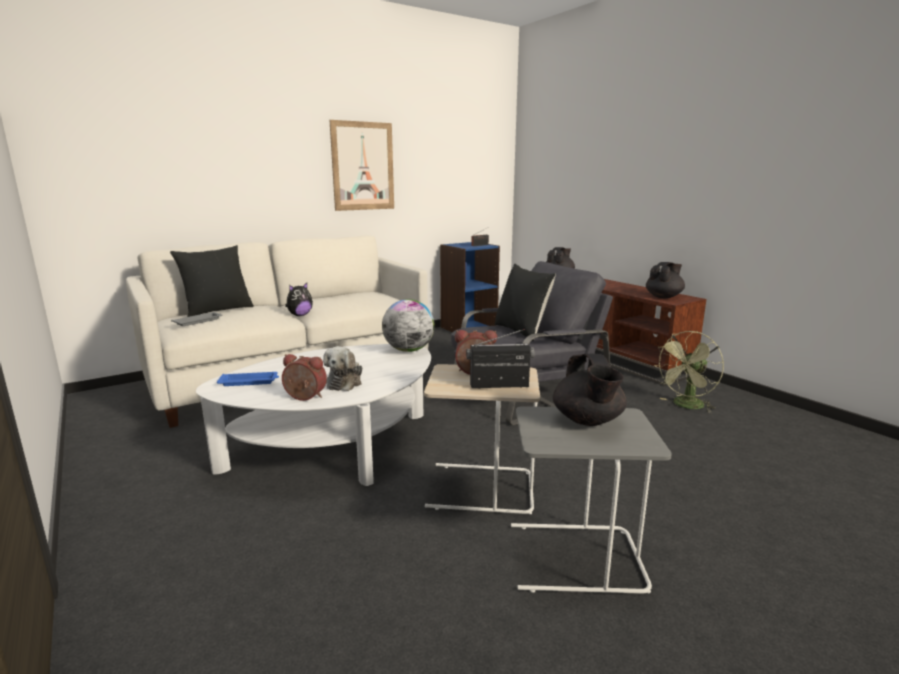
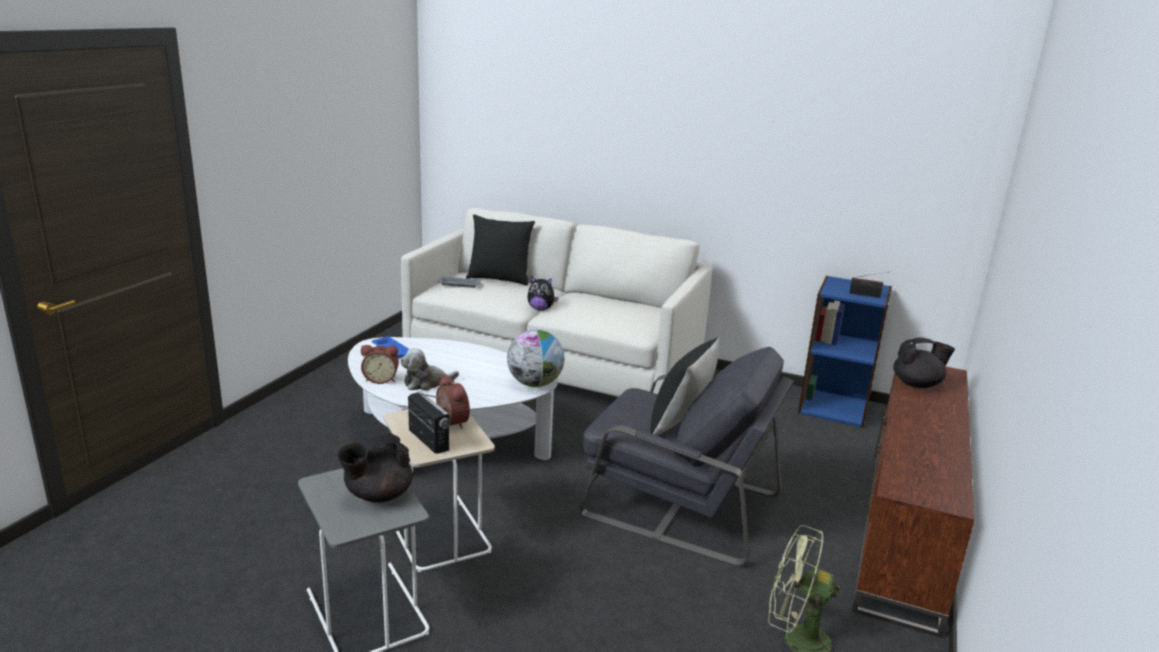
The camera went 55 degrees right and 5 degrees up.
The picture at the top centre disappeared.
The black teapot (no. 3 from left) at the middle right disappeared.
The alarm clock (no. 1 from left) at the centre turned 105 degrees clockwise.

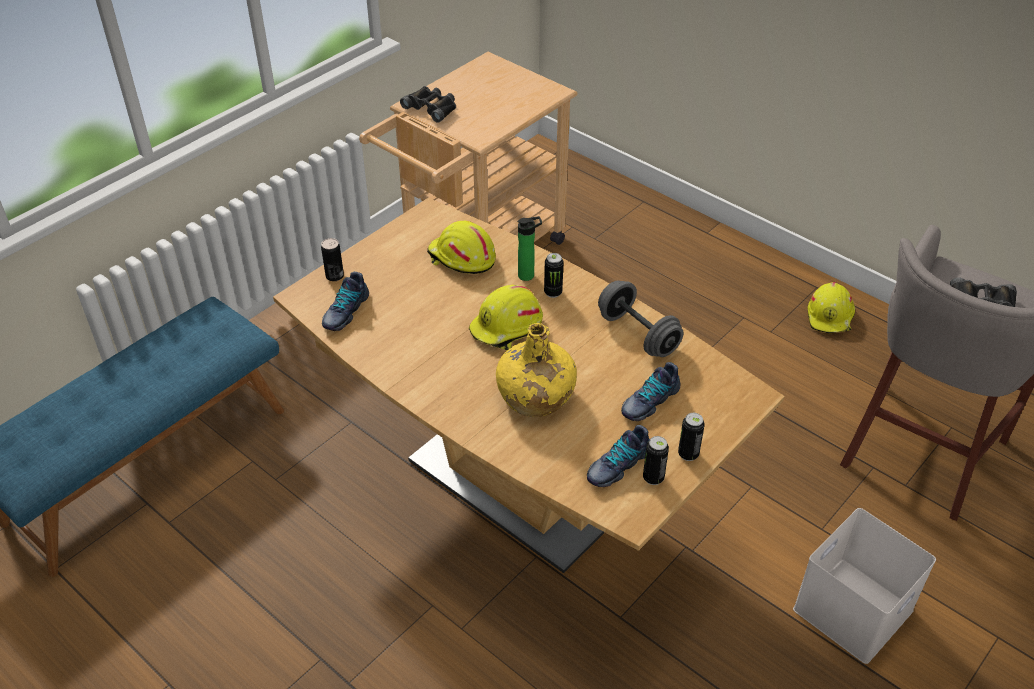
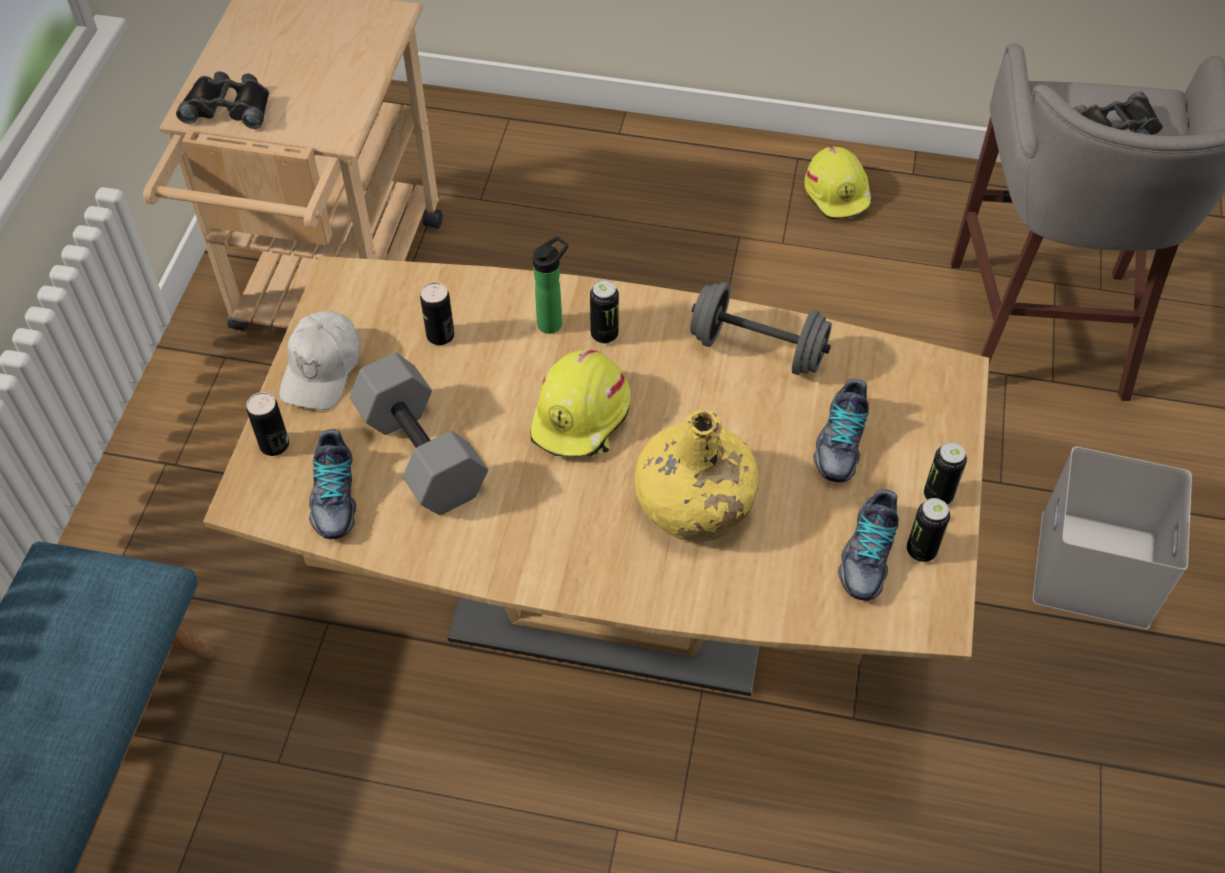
The camera went 30 degrees left and 10 degrees up.
The white cap at the middle left appeared.
The grey dumbbell (no. 1 from left) at the centre appeared.
The yellow hard hat (no. 1 from left) at the centre was replaced by the can (no. 2 from left) at the centre.

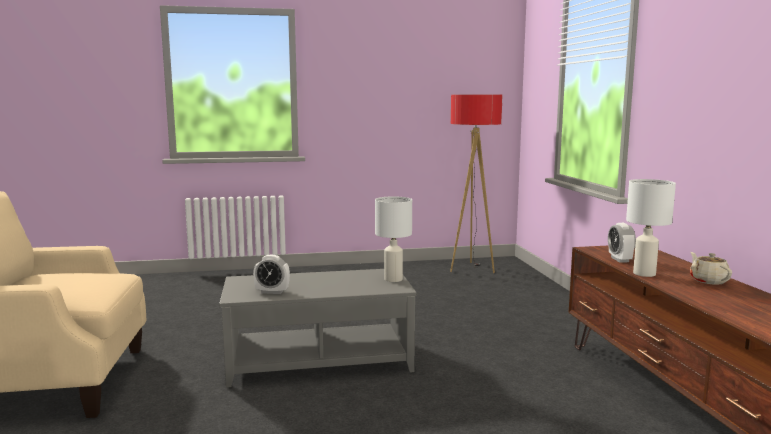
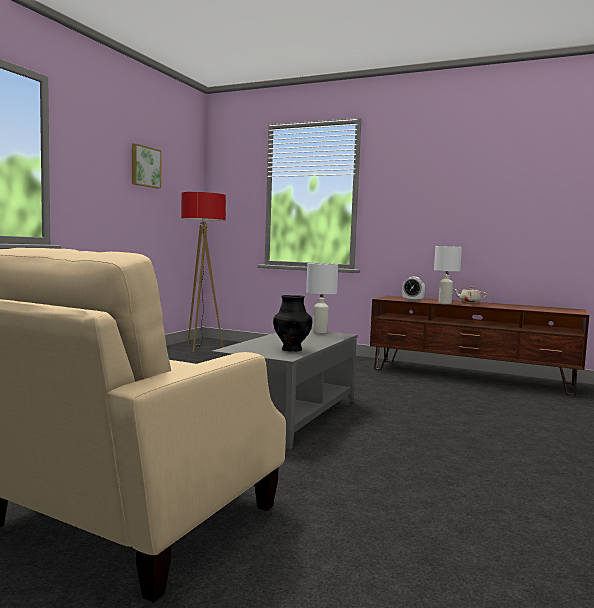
The camera went 55 degrees left and 5 degrees down.
The picture at the top left appeared.
The alarm clock (no. 1 from left) at the centre was replaced by the black vase at the centre.

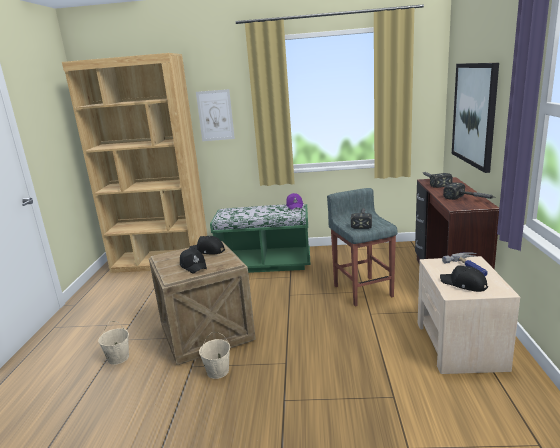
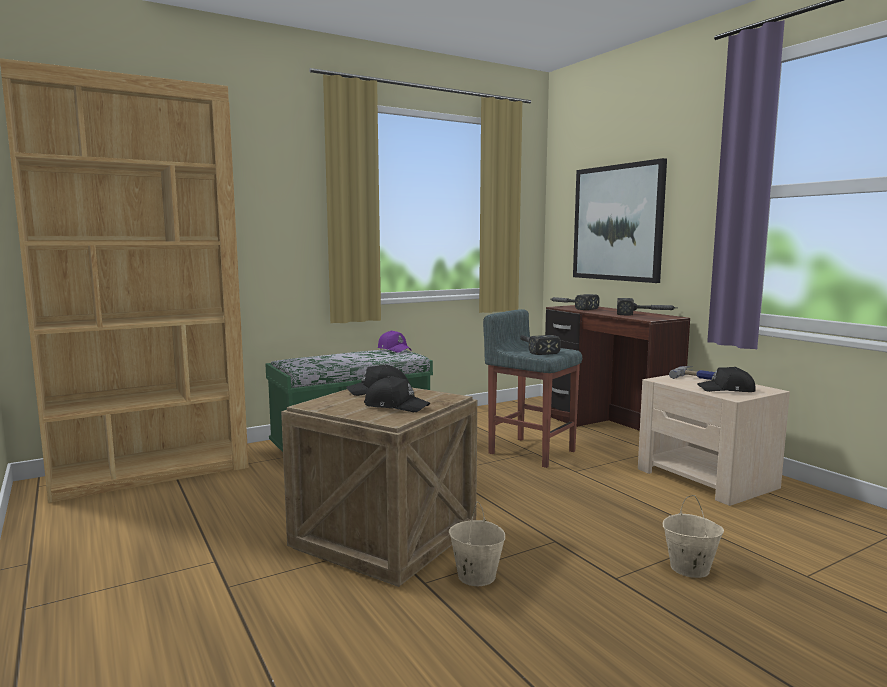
The camera went 35 degrees left and 10 degrees down.
The picture (no. 1 from left) at the top centre disappeared.
The beige bucket (no. 1 from left in the first image) moved from the bottom left to the bottom right.

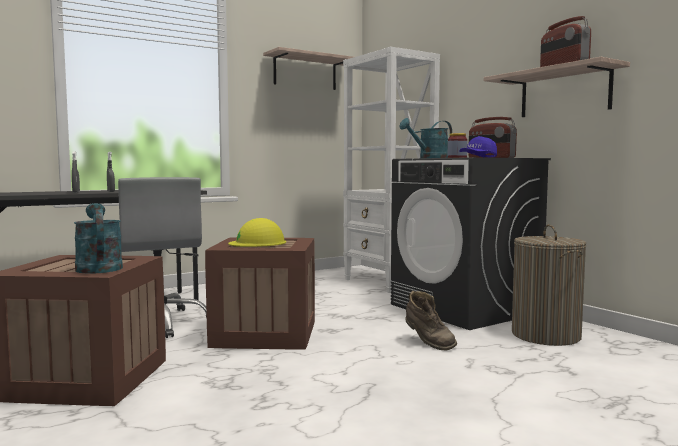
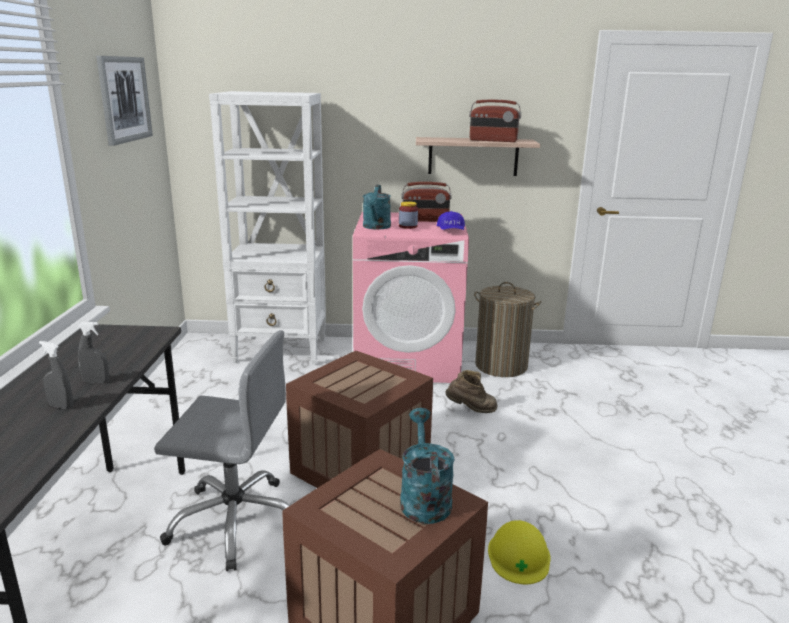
The camera went 55 degrees left and 15 degrees up.
The yellow hard hat moved from the centre to the bottom centre.
The shelf (no. 1 from left) at the top centre was replaced by the picture at the top left.
The black washing machine at the middle right became the pink washing machine at the centre.
The turquoise watering can (no. 1 from left in the first image) at the middle left turned 75 degrees clockwise.

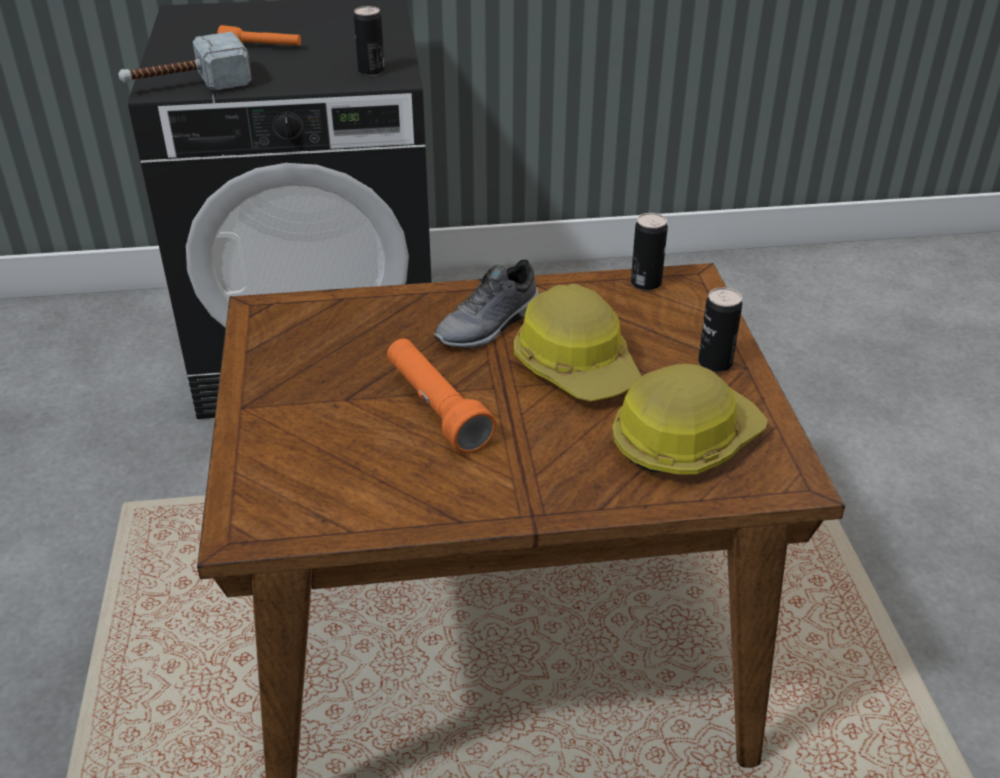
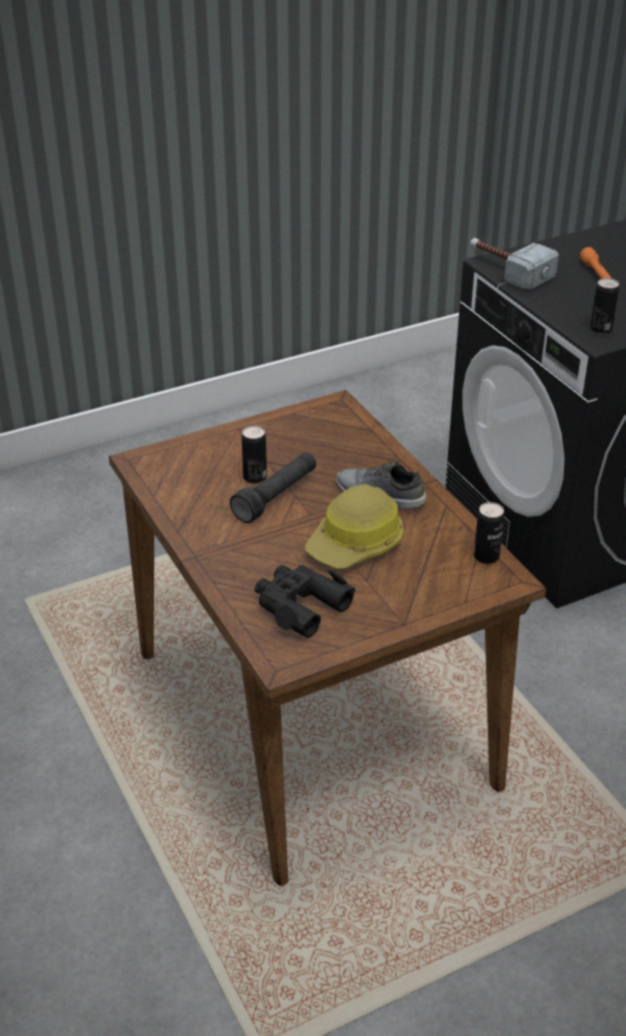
The camera went 70 degrees right and 0 degrees up.
The can (no. 3 from left in the first image) moved from the middle right to the centre.
The hard hat (no. 2 from left) at the middle right was replaced by the black binoculars at the centre.
The orange flashlight (no. 2 from left) at the centre became the black flashlight at the centre.

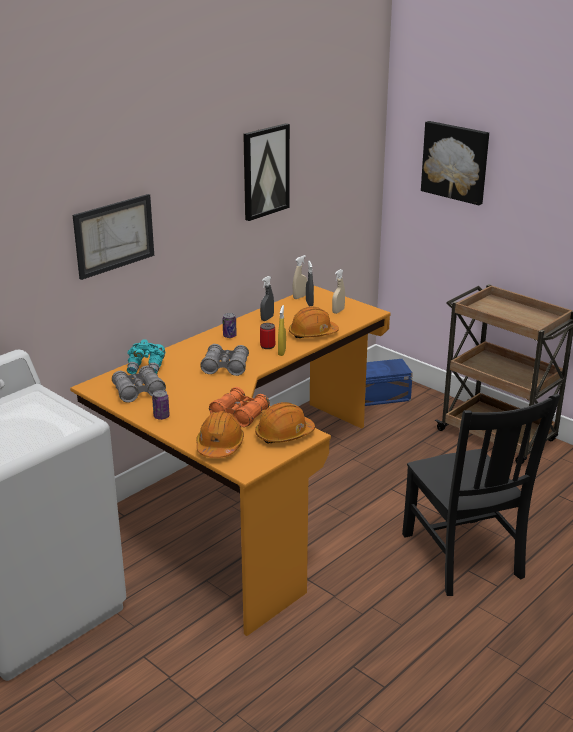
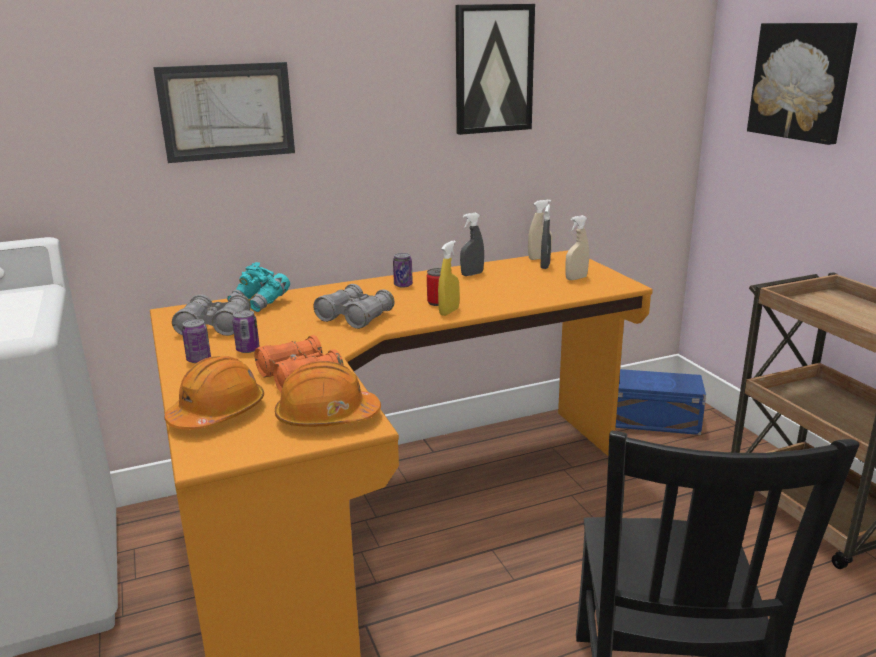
The camera went 25 degrees right and 5 degrees down.
The orange hard hat (no. 3 from left) at the centre disappeared.
The can (no. 2 from left) at the middle left appeared.

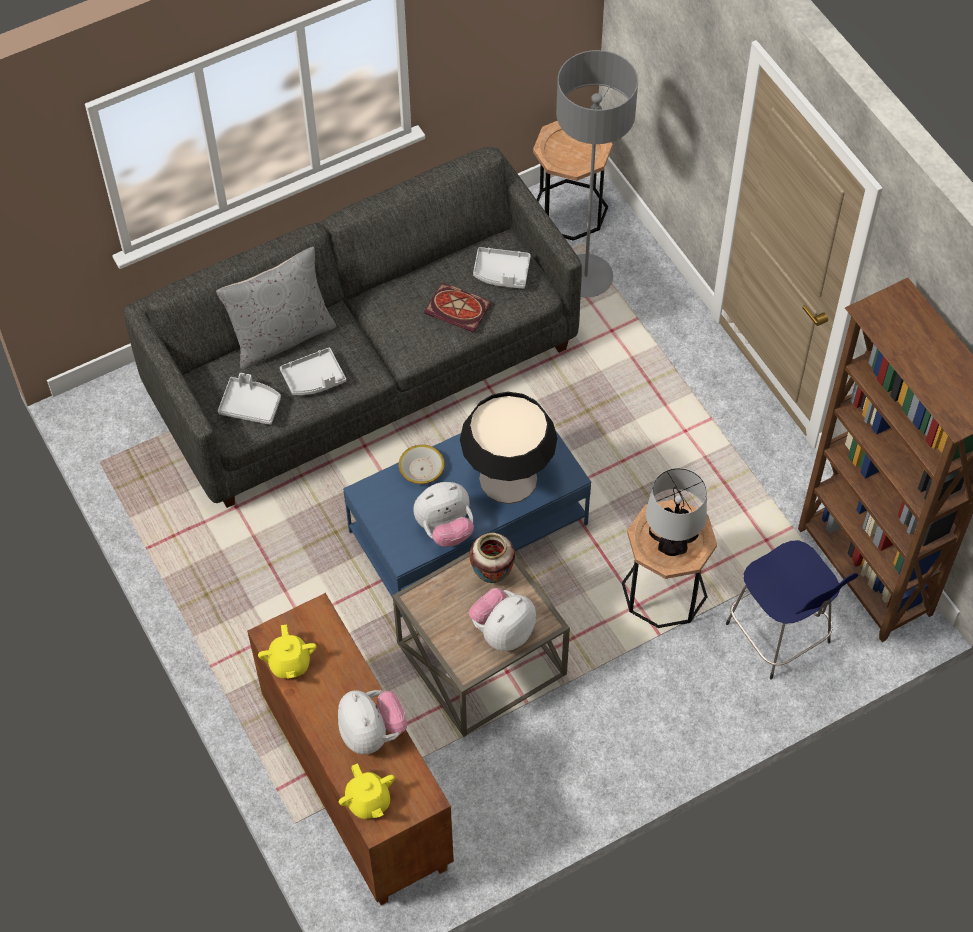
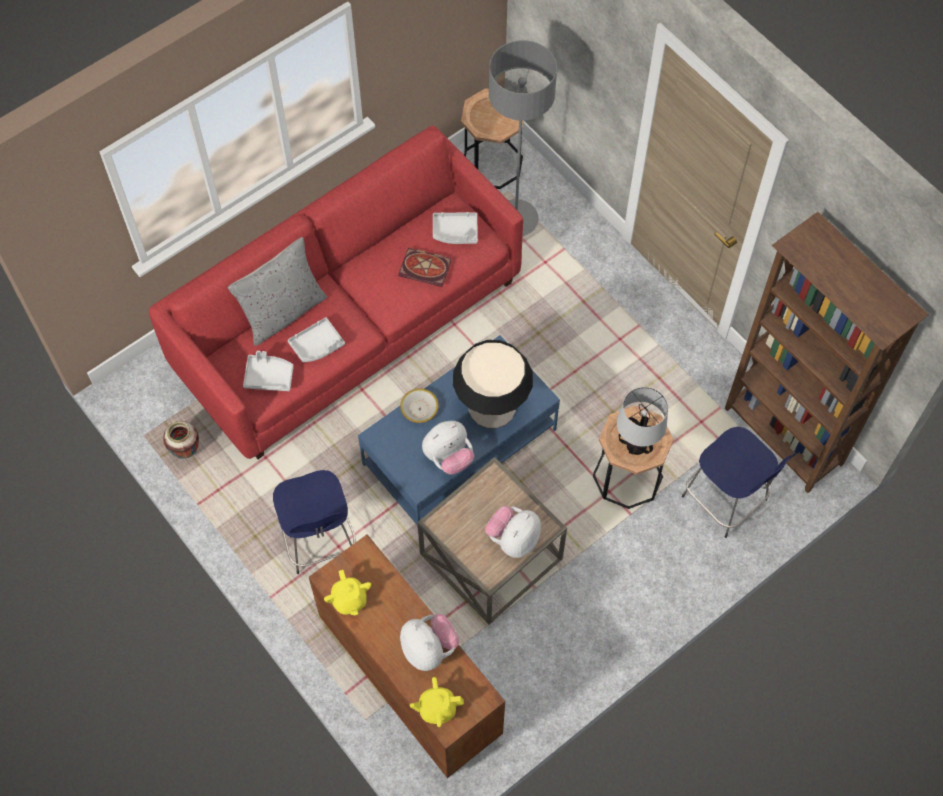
The camera went 10 degrees left and 5 degrees up.
The blue stool (no. 1 from left) at the middle left appeared.
The vase moved from the centre to the middle left.
The grey sofa at the centre became the red sofa at the centre.
The yellow teapot (no. 2 from left) at the bottom centre turned 120 degrees clockwise.

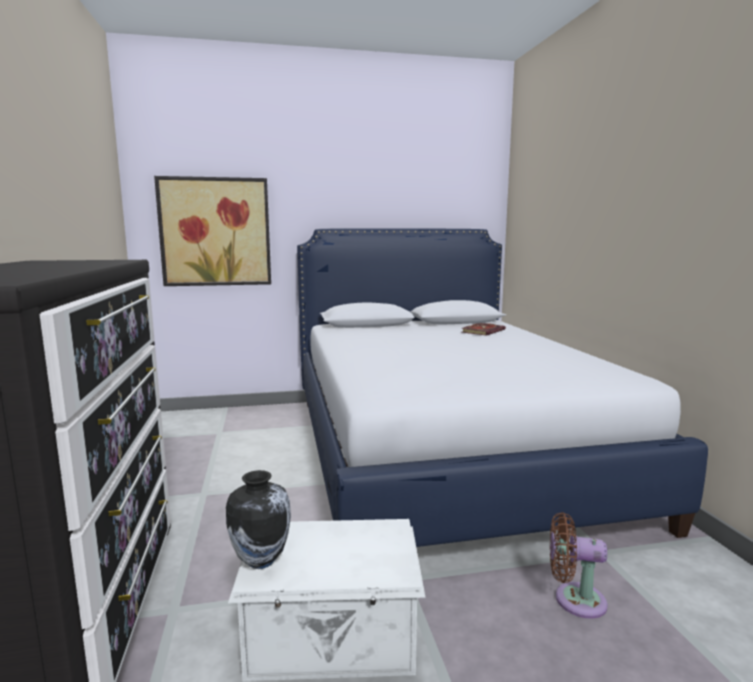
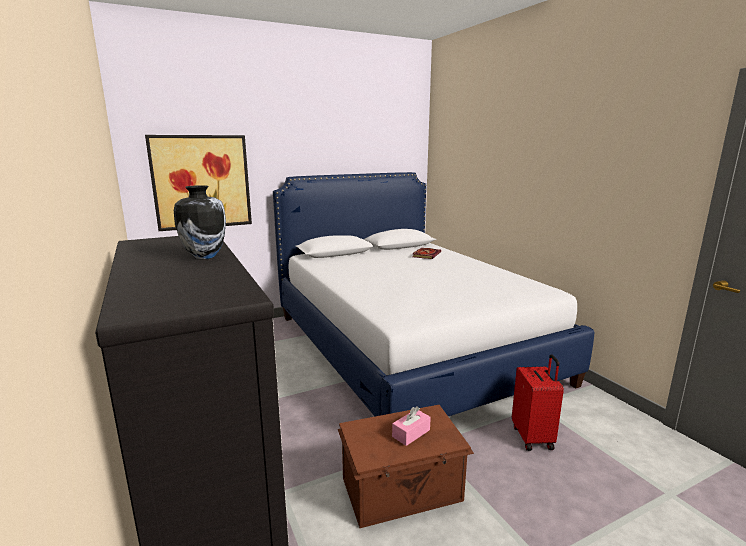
The camera went 15 degrees left and 5 degrees up.
The pink tissue box at the bottom centre appeared.
The vase moved from the bottom centre to the middle left.
The brown fan at the bottom right was replaced by the red suitcase at the bottom right.
The white storage box at the bottom centre became the brown storage box at the bottom centre.

